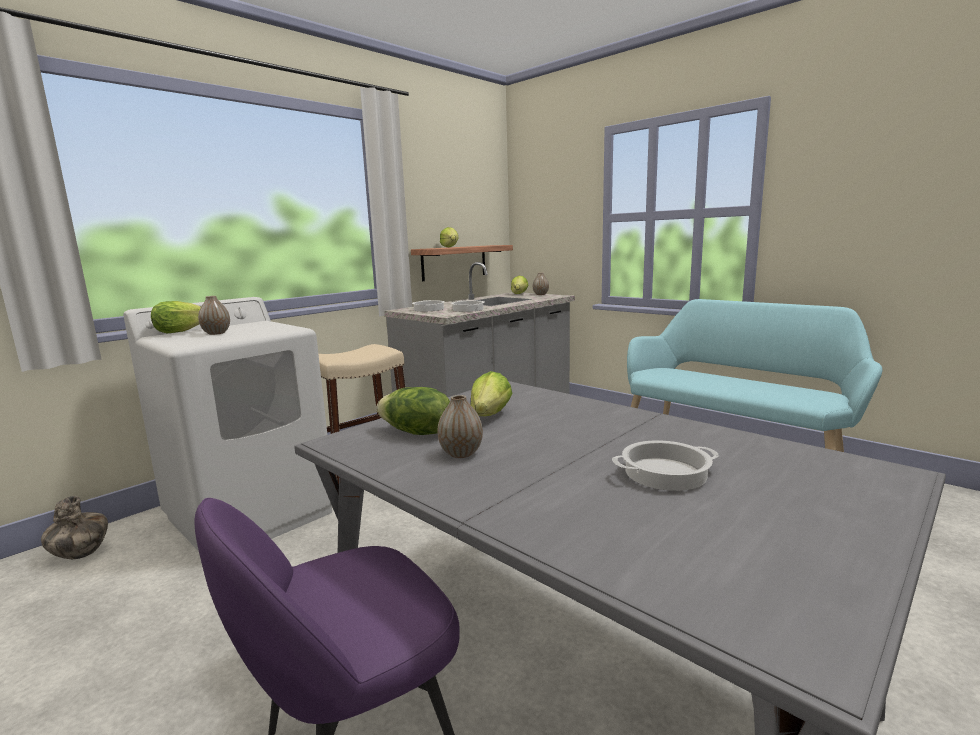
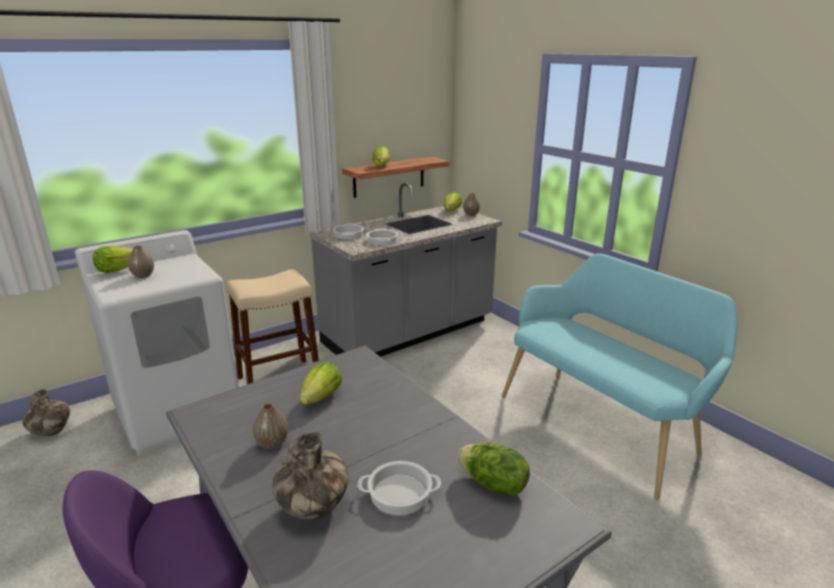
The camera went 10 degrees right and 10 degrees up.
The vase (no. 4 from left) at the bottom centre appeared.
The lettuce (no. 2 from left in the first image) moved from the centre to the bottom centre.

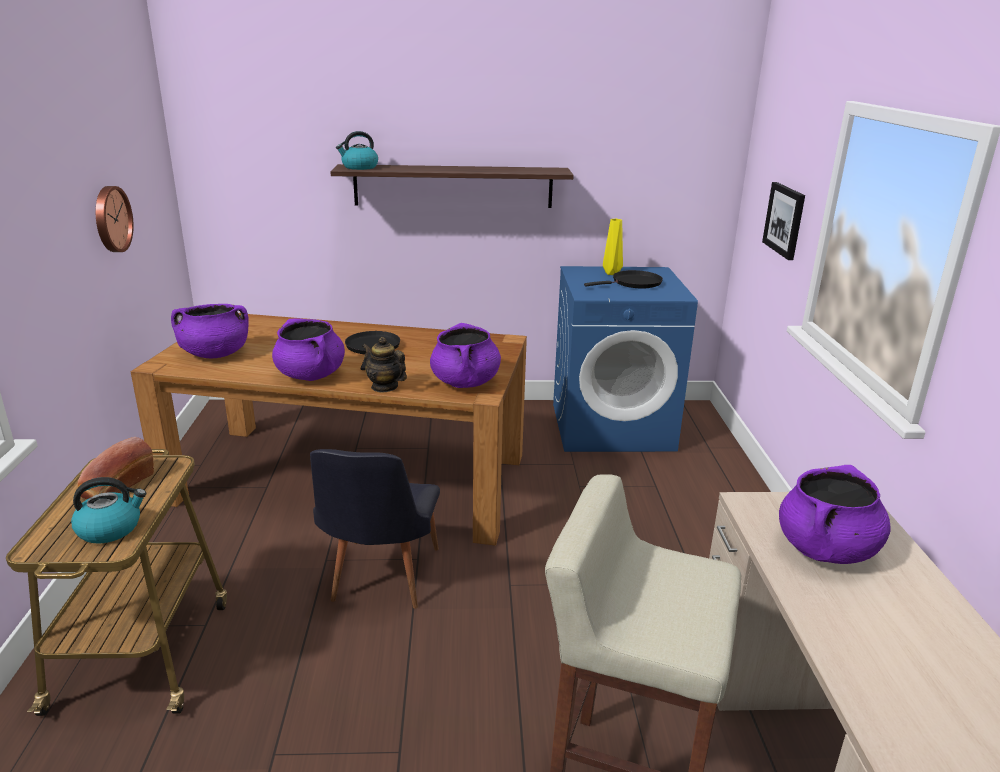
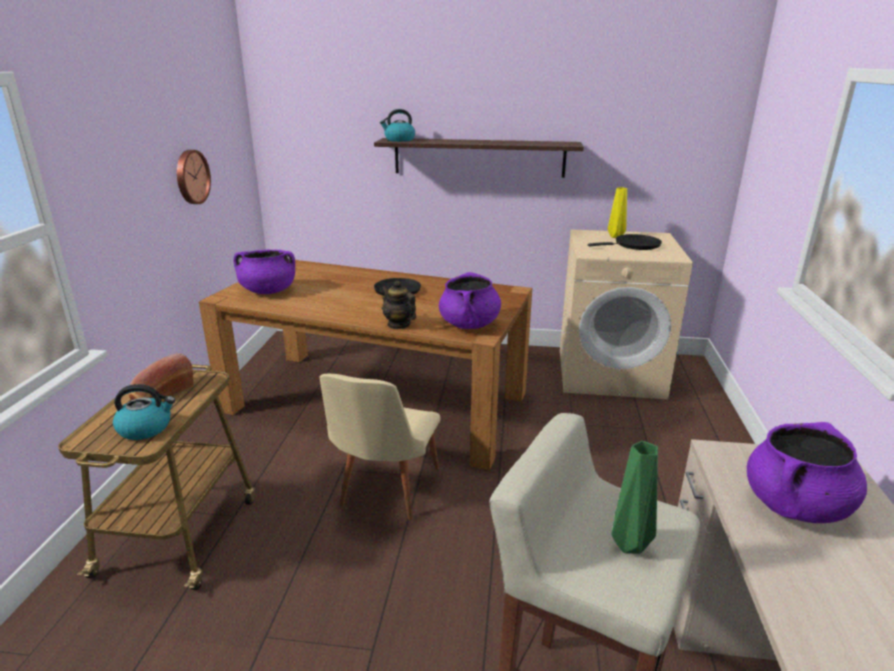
The camera went 10 degrees right and 0 degrees up.
The purple cooking pot (no. 2 from left) at the middle left disappeared.
The picture at the top right disappeared.
The green vase at the bottom right appeared.
The black chair at the bottom centre became the beige chair at the centre.
The blue washing machine at the centre became the beige washing machine at the middle right.

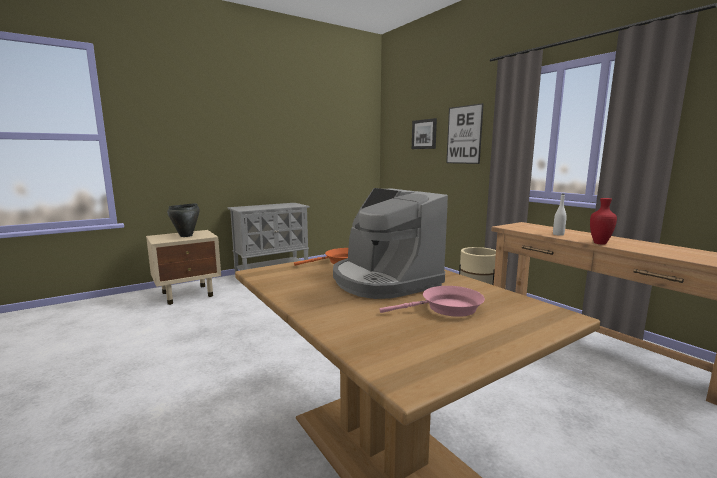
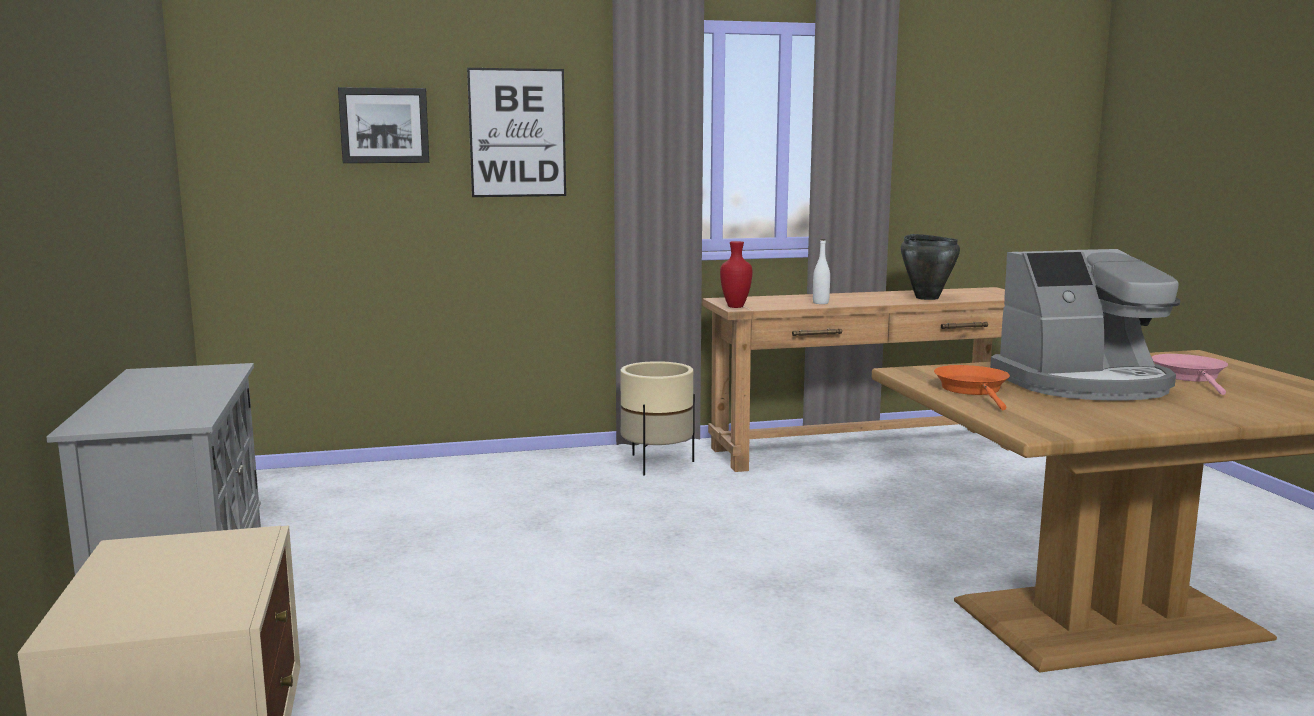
The camera went 70 degrees left and 0 degrees up.
The black cooking pot moved from the middle left to the middle right.
The red vase moved from the middle right to the centre.

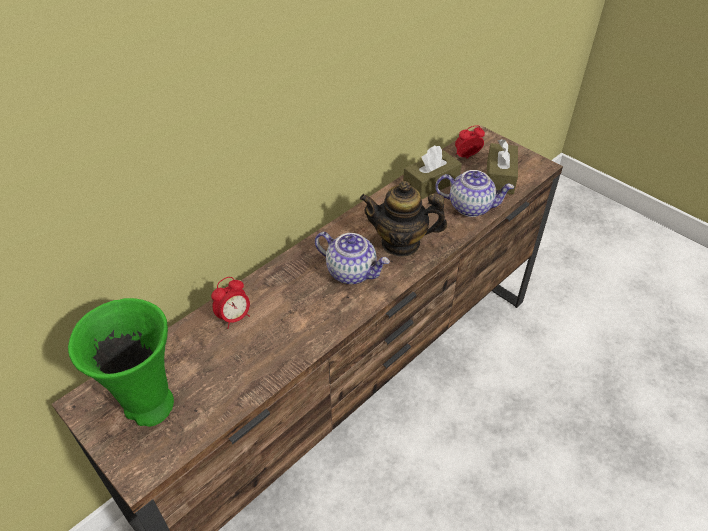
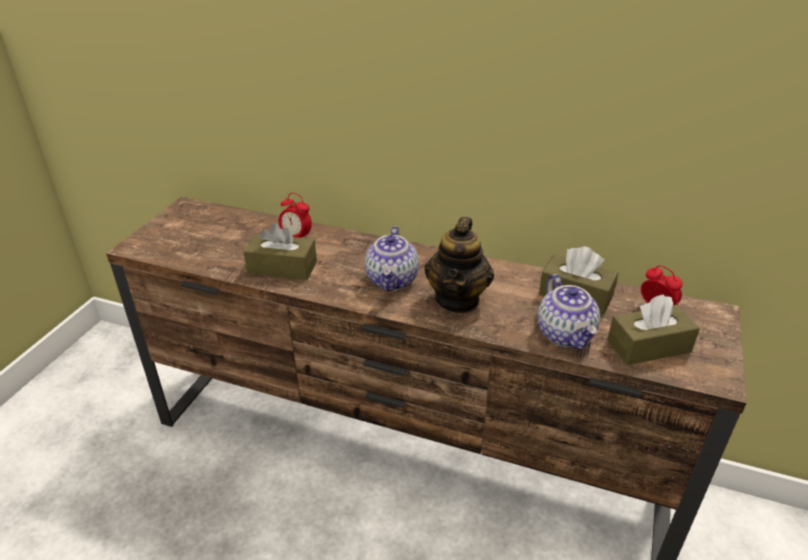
The camera went 65 degrees right and 10 degrees down.
The green vase at the bottom left disappeared.
The brown tissue box (no. 1 from left) at the centre appeared.
The teapot (no. 2 from left) at the centre turned 150 degrees counterclockwise.

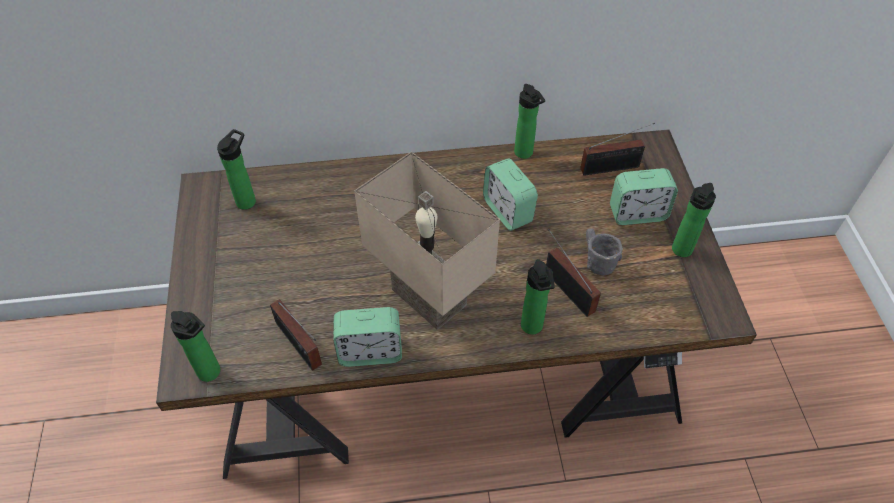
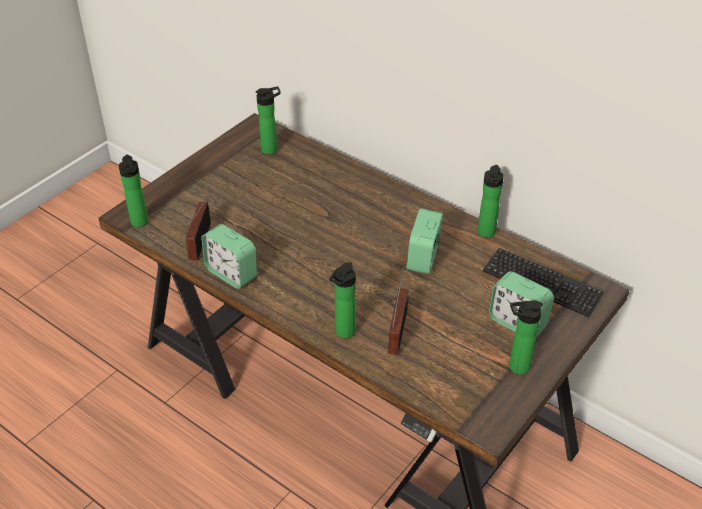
The camera went 45 degrees right and 10 degrees down.
The beige table lamp at the centre disappeared.
The grey mug at the middle right disappeared.
The radio (no. 3 from left) at the top right was replaced by the keyboard at the middle right.

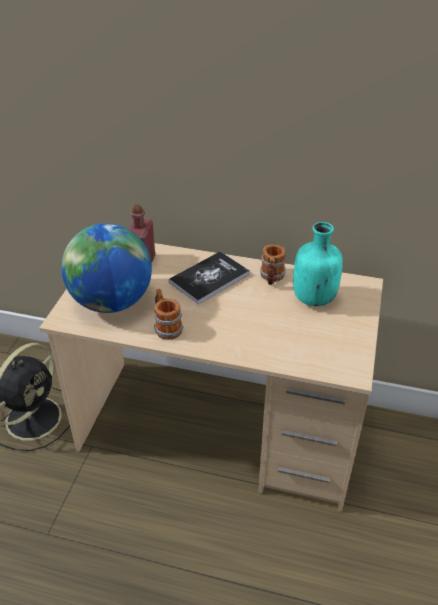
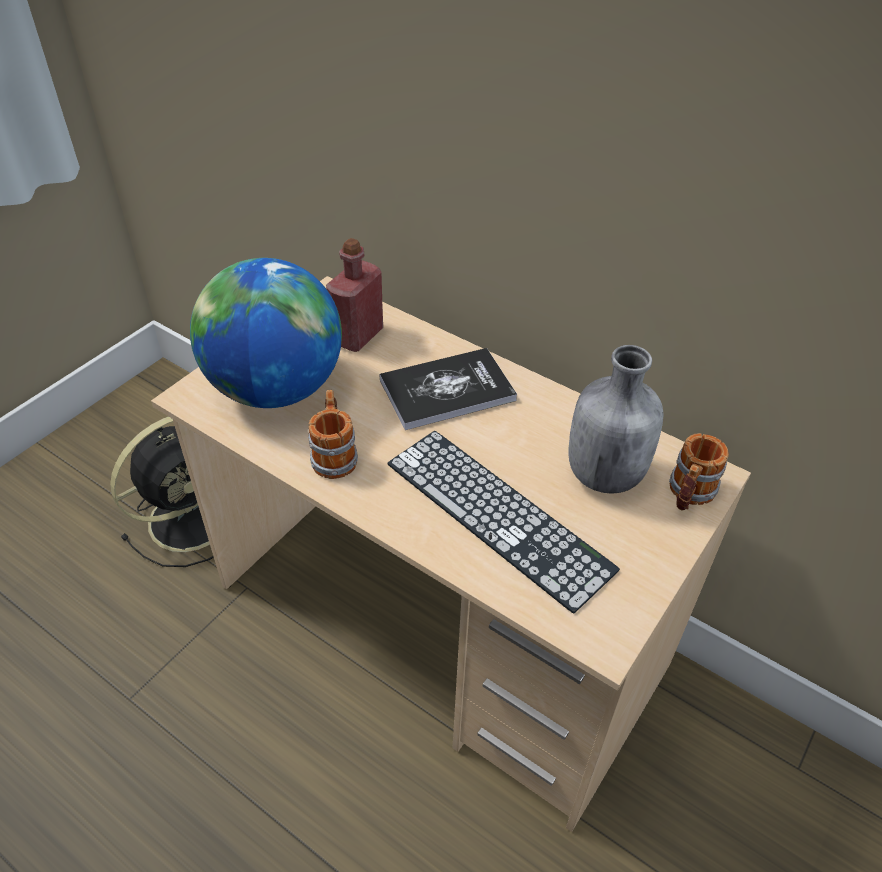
The camera went 20 degrees right and 5 degrees up.
The keyboard at the centre appeared.
The mug (no. 2 from left) moved from the centre to the middle right.
The turquoise bottle at the middle right became the grey bottle at the middle right.

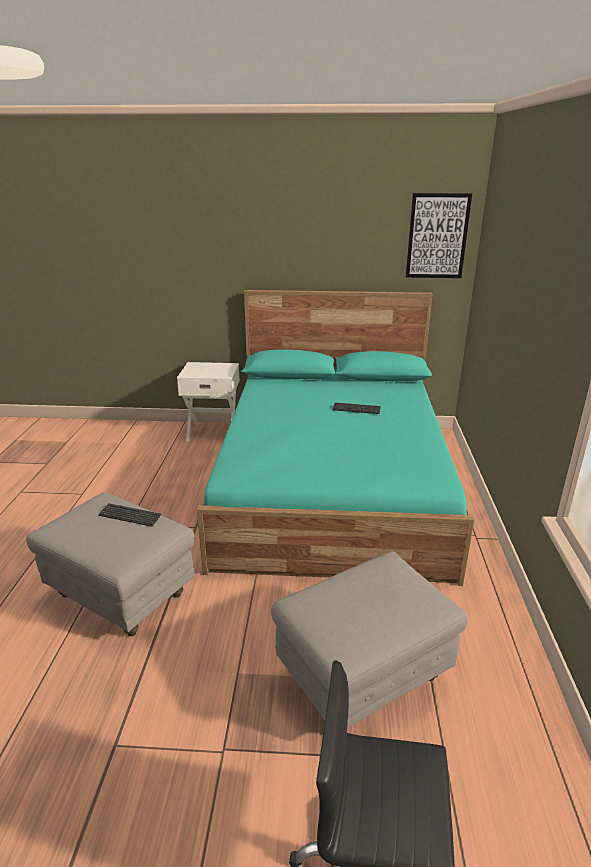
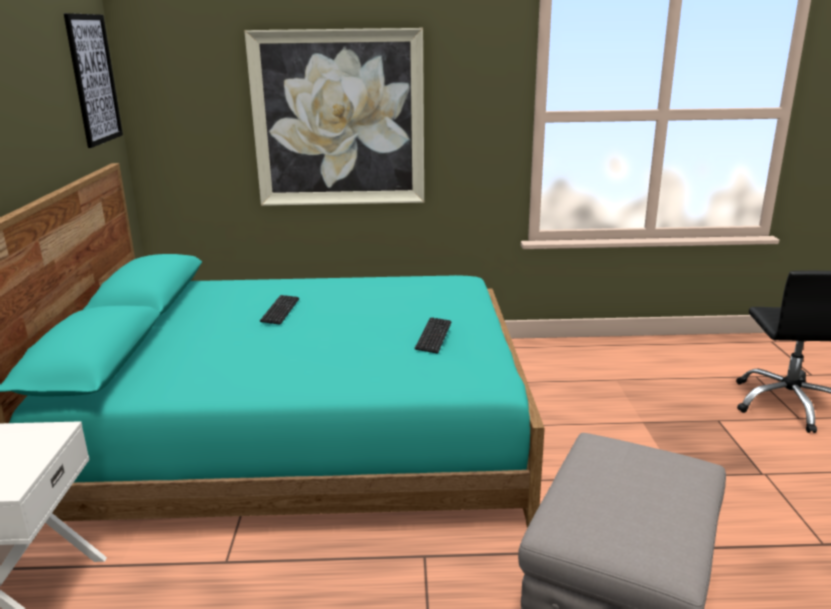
The camera went 95 degrees left and 5 degrees down.
The grey ottoman (no. 2 from left) at the bottom centre disappeared.
The picture (no. 2 from left) at the top centre appeared.
The keyboard (no. 1 from left in the first image) moved from the middle left to the centre.

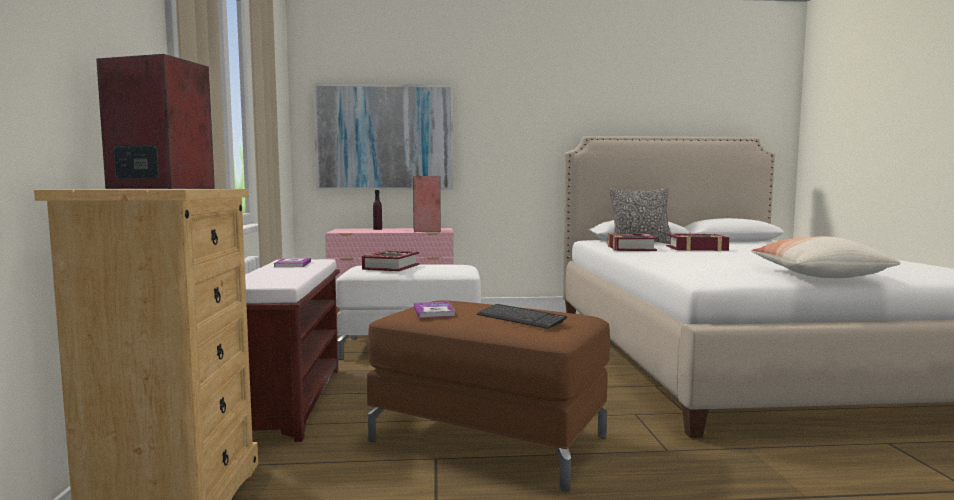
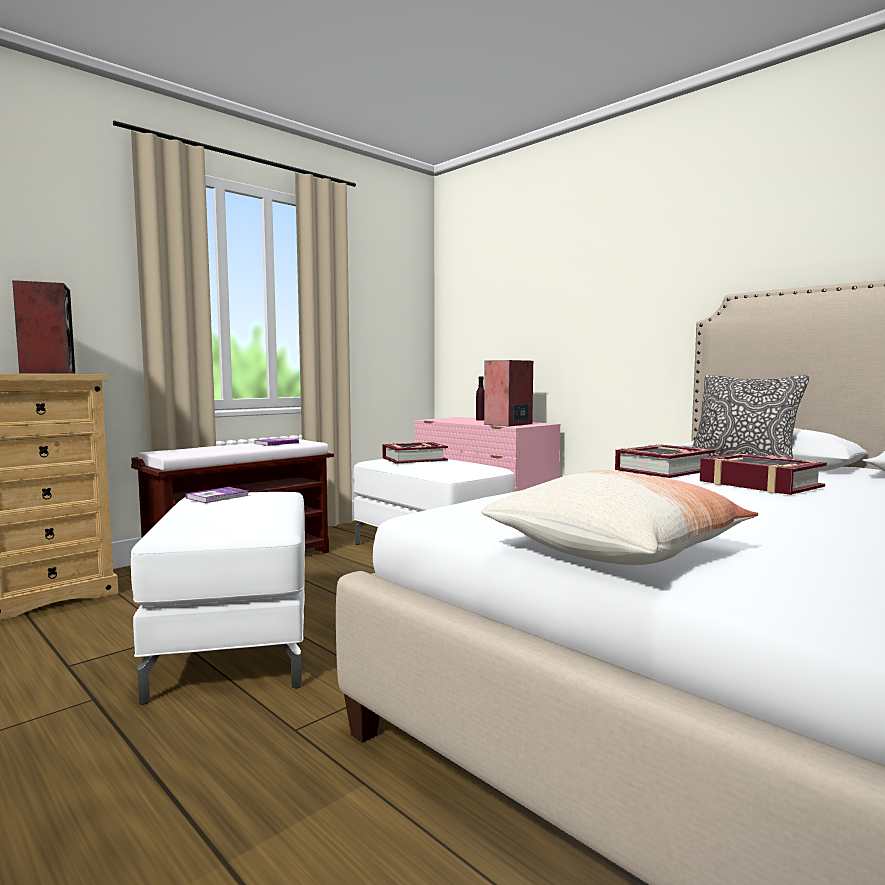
The camera went 50 degrees right and 0 degrees up.
The picture at the top centre disappeared.
The keyboard at the centre disappeared.
The brown ottoman at the bottom centre became the white ottoman (no. 1 from left) at the bottom left.

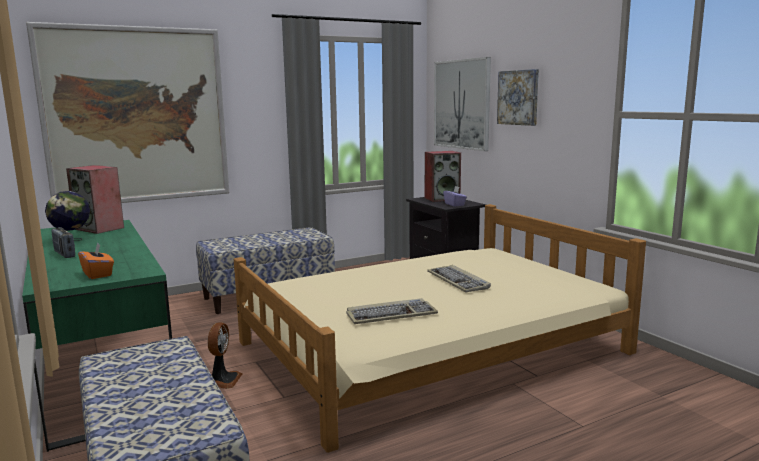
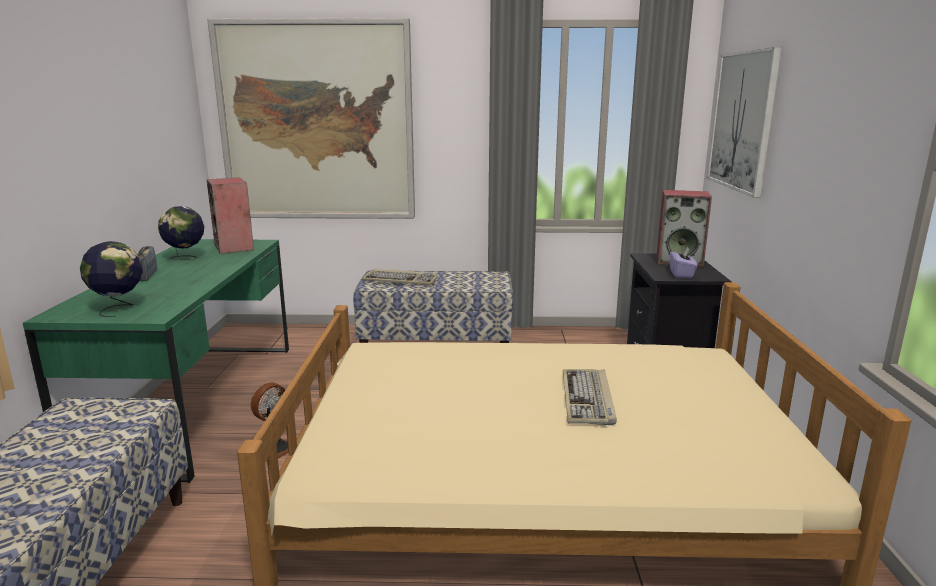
The camera went 30 degrees right and 5 degrees up.
The picture (no. 3 from left) at the top right disappeared.
The keyboard (no. 1 from left) moved from the bottom centre to the centre.
The orange tissue box at the middle left was replaced by the globe (no. 1 from left) at the middle left.

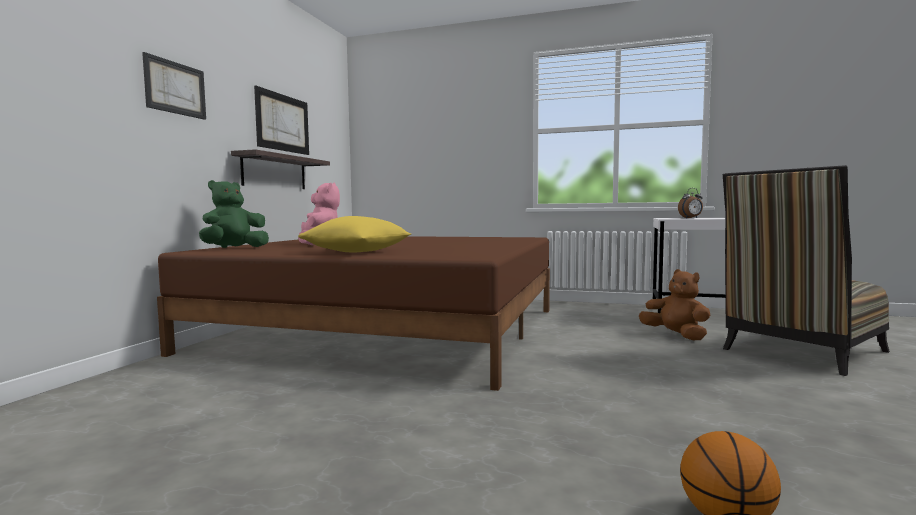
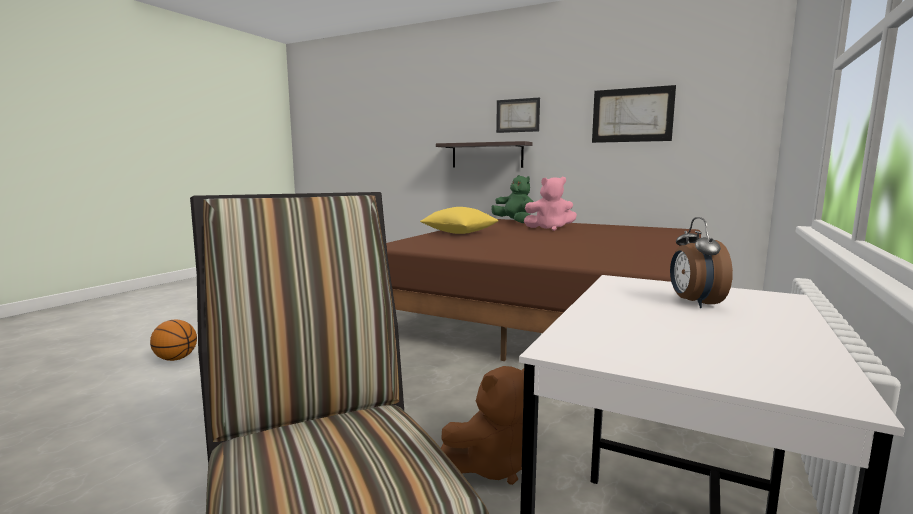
The camera went 100 degrees right and 5 degrees up.
The shelf moved from the top left to the top centre.

